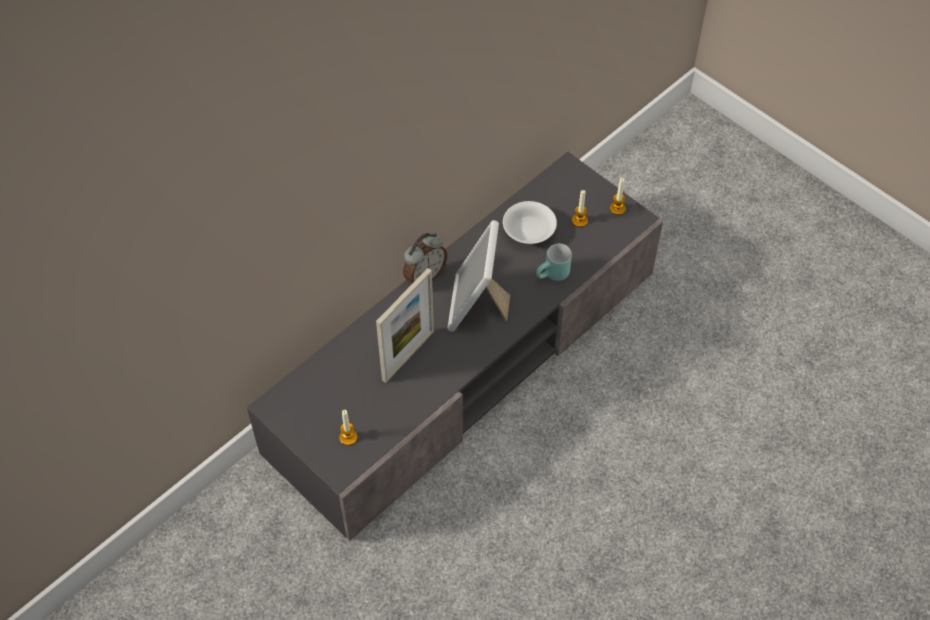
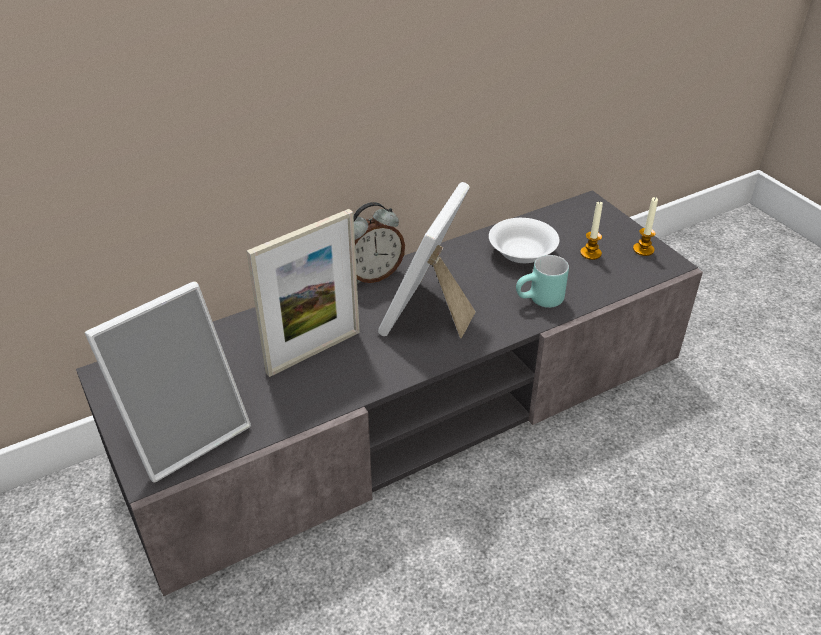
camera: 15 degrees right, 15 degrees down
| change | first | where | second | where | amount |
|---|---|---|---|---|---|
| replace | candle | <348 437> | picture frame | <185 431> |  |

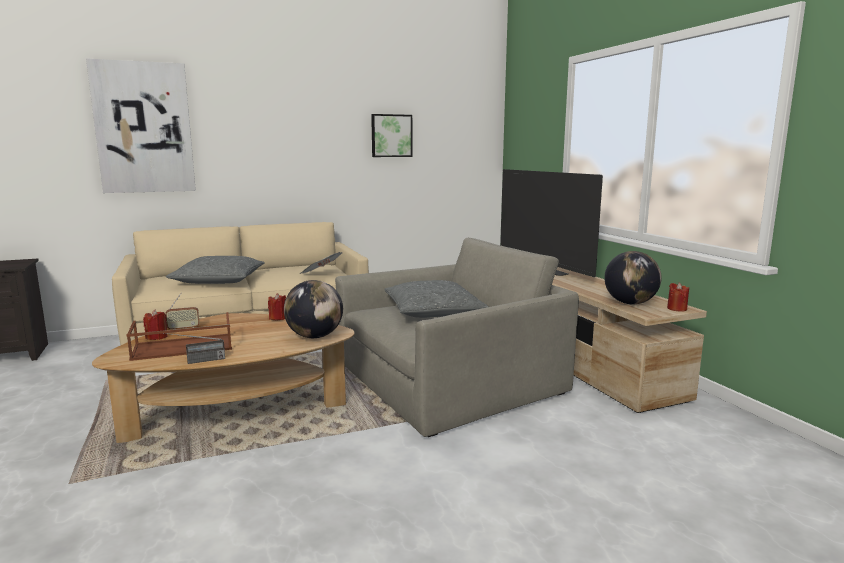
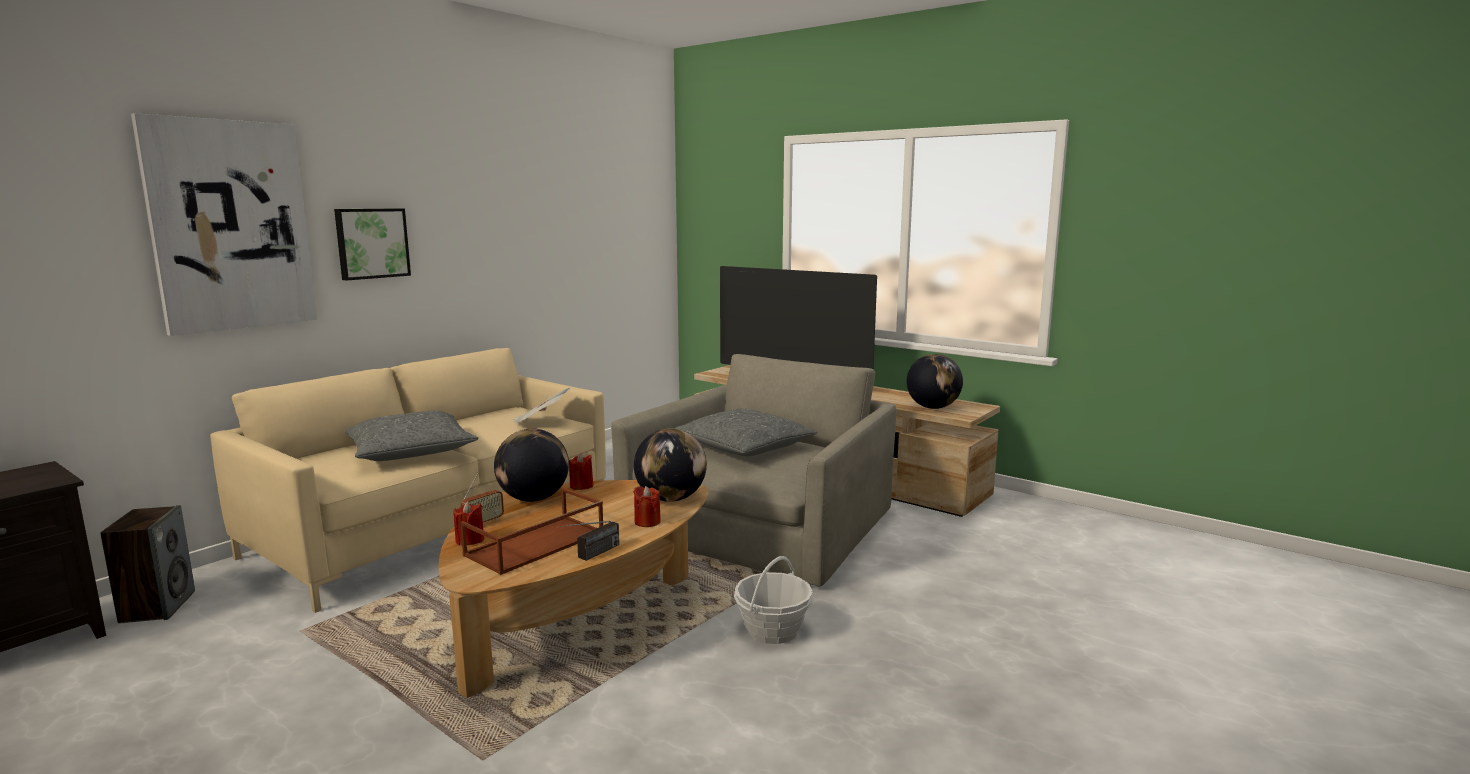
camera: 30 degrees left, 0 degrees up
| change | first | where | second | where | amount |
|---|---|---|---|---|---|
| insert |  |  | speaker | <157 607> |  |
| move | picture | <391 135> |  | <371 243> |  |
| insert |  |  | globe | <533 499> |  |
| move | candle/red | <677 309> |  | <647 522> |  |
| insert |  |  | basket | <772 630> |  |

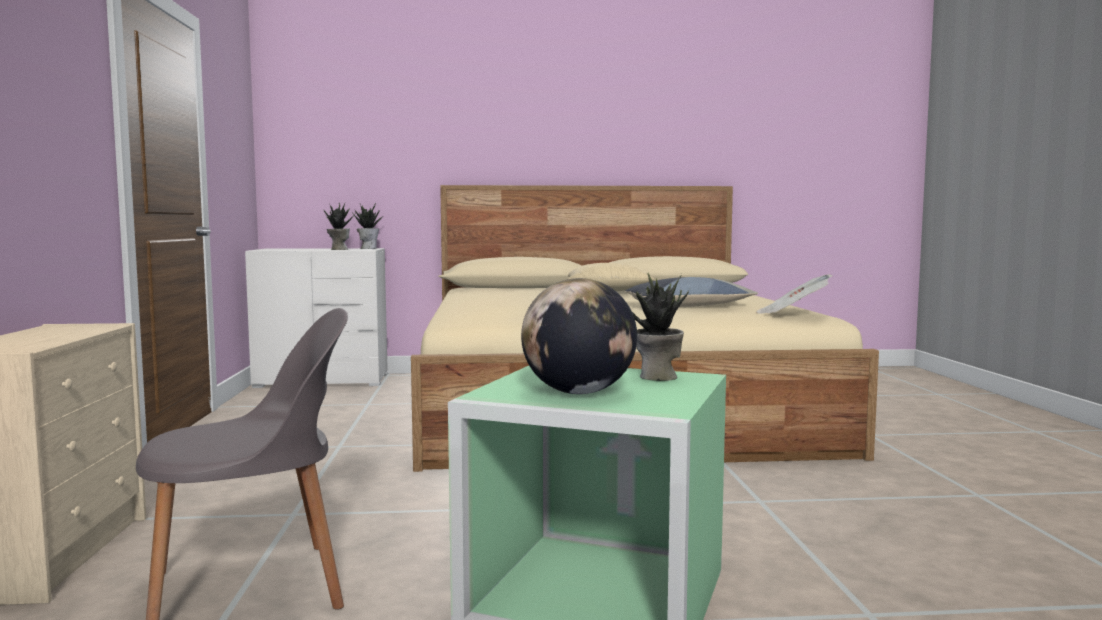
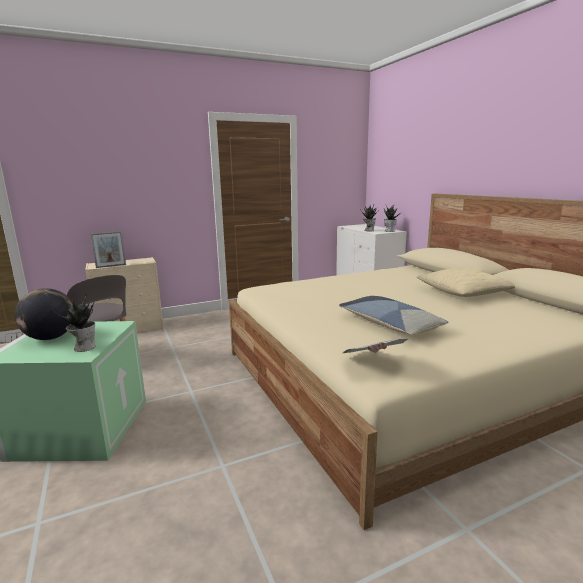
camera: 70 degrees right, 10 degrees up
| change | first | where | second | where | amount |
|---|---|---|---|---|---|
| insert |  |  | picture frame | <111 266> |  |

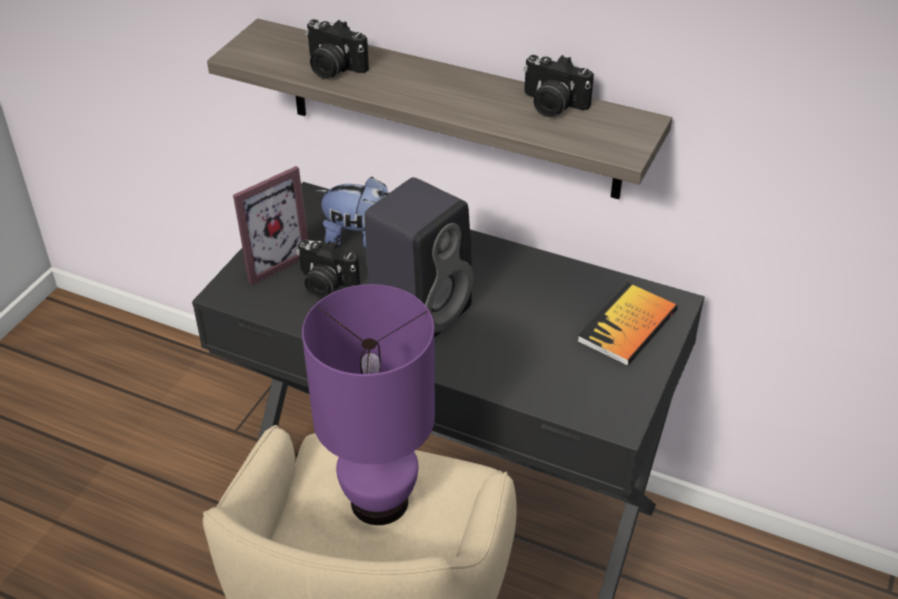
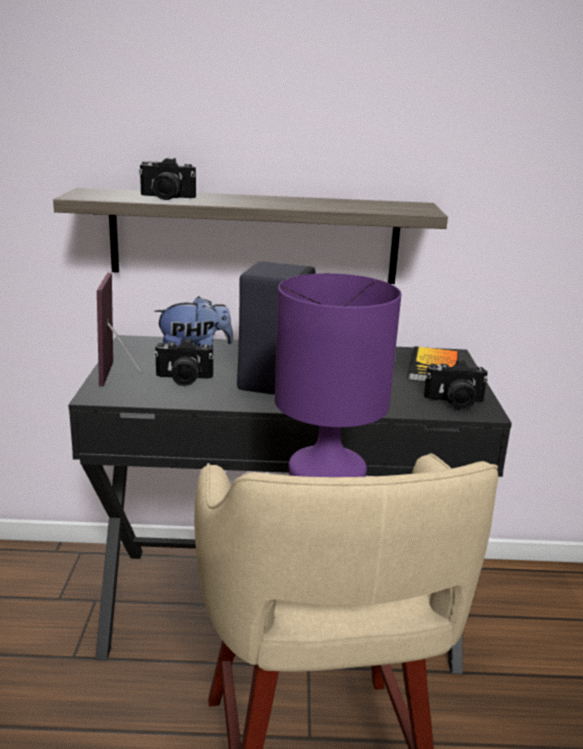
camera: 25 degrees left, 20 degrees down
| change | first | where | second | where | amount |
|---|---|---|---|---|---|
| rotate | picture frame | <269 260> |  | <123 374> | 150 degrees clockwise |
| move | photo camera | <552 105> |  | <454 402> |  |

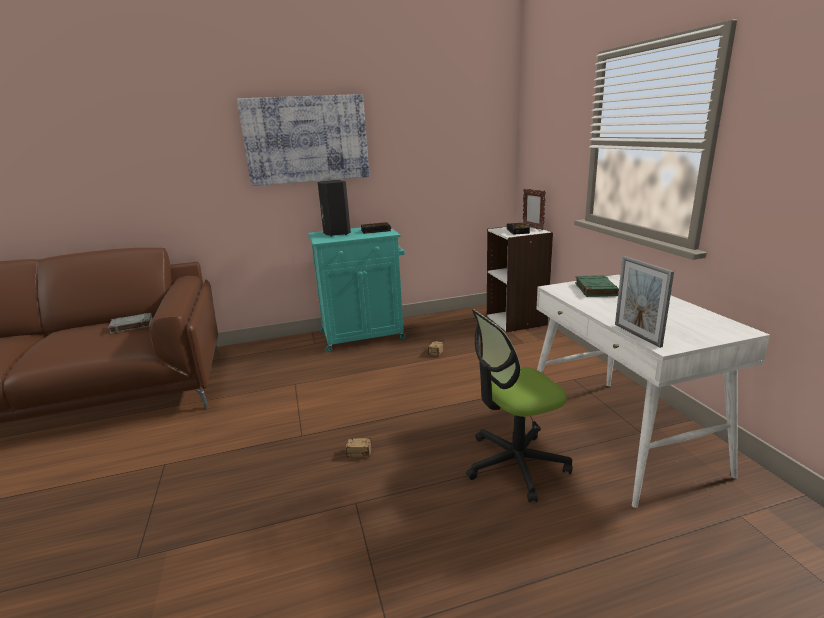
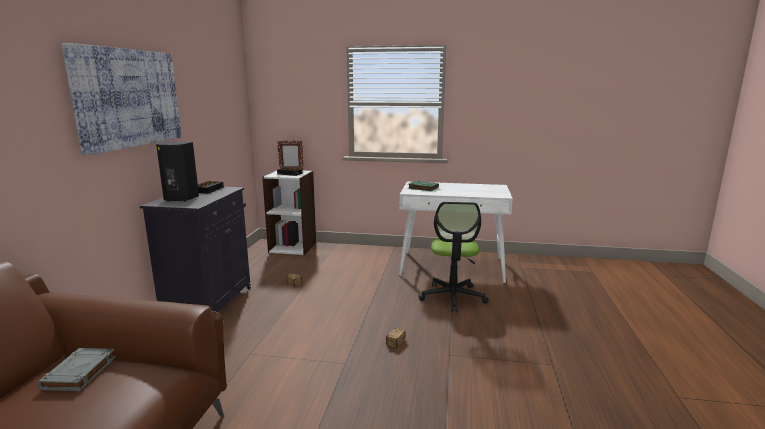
camera: 65 degrees left, 5 degrees down
| change | first | where | second | where | amount |
|---|---|---|---|---|---|
| recolor | cabinet/turquoise | <364 335> | cabinet/black | <209 302> |  |
| delete | picture frame | <637 335> |  |  |  |

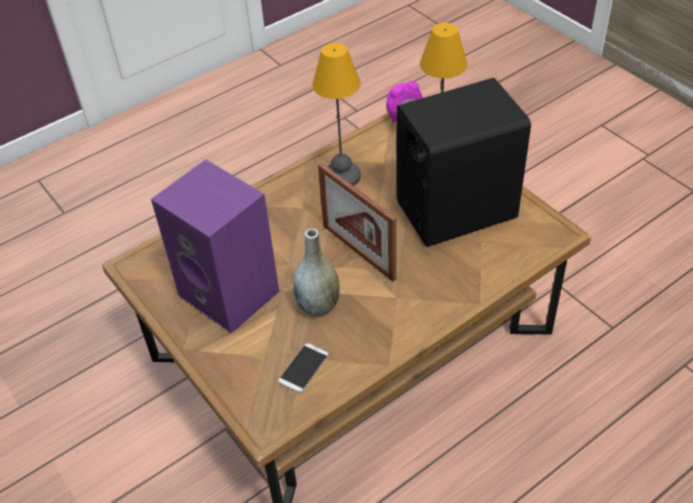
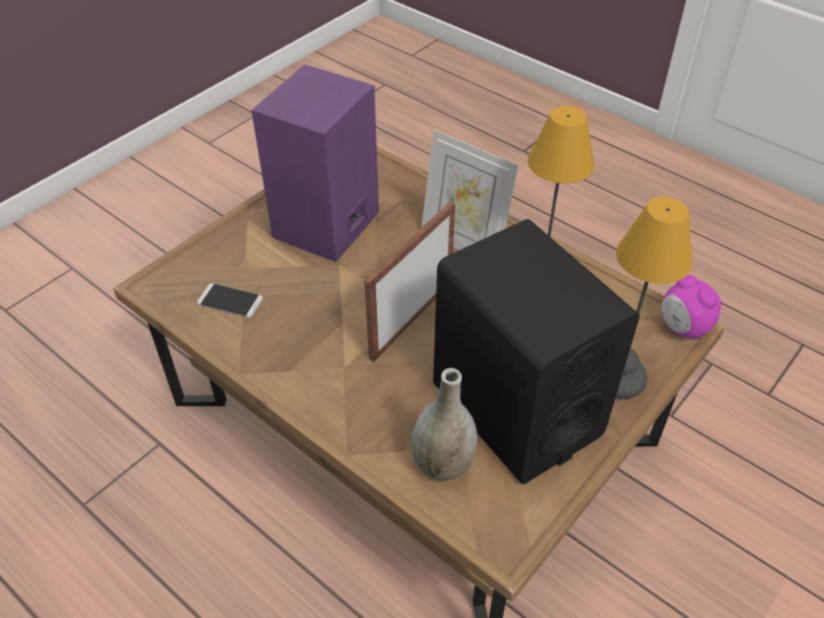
camera: 75 degrees right, 0 degrees up
| change | first | where | second | where | amount |
|---|---|---|---|---|---|
| move | vase/grey | <318 305> |  | <443 464> |  |
| insert |  |  | picture frame | <463 244> |  |

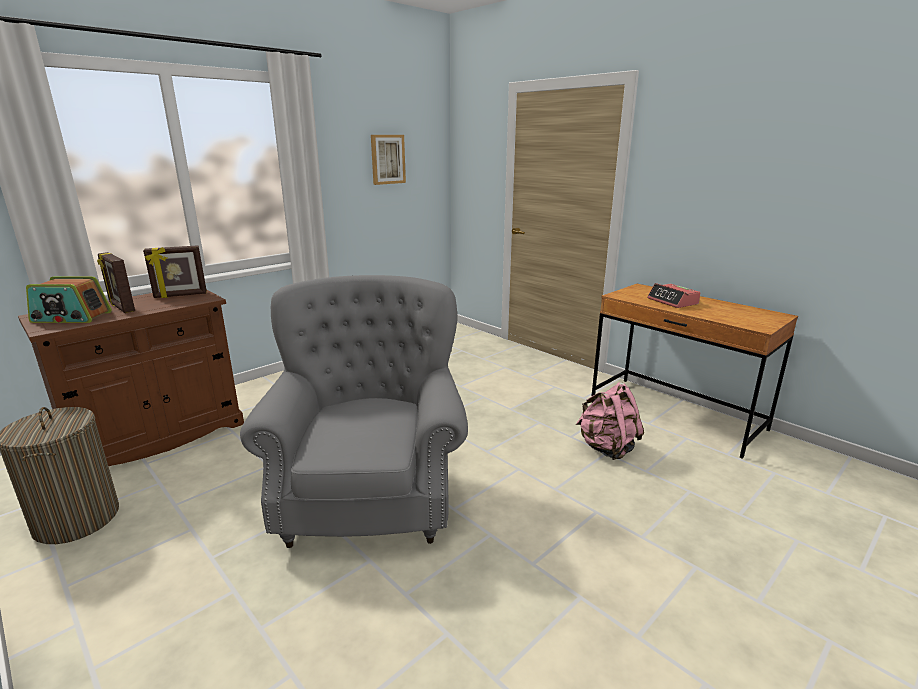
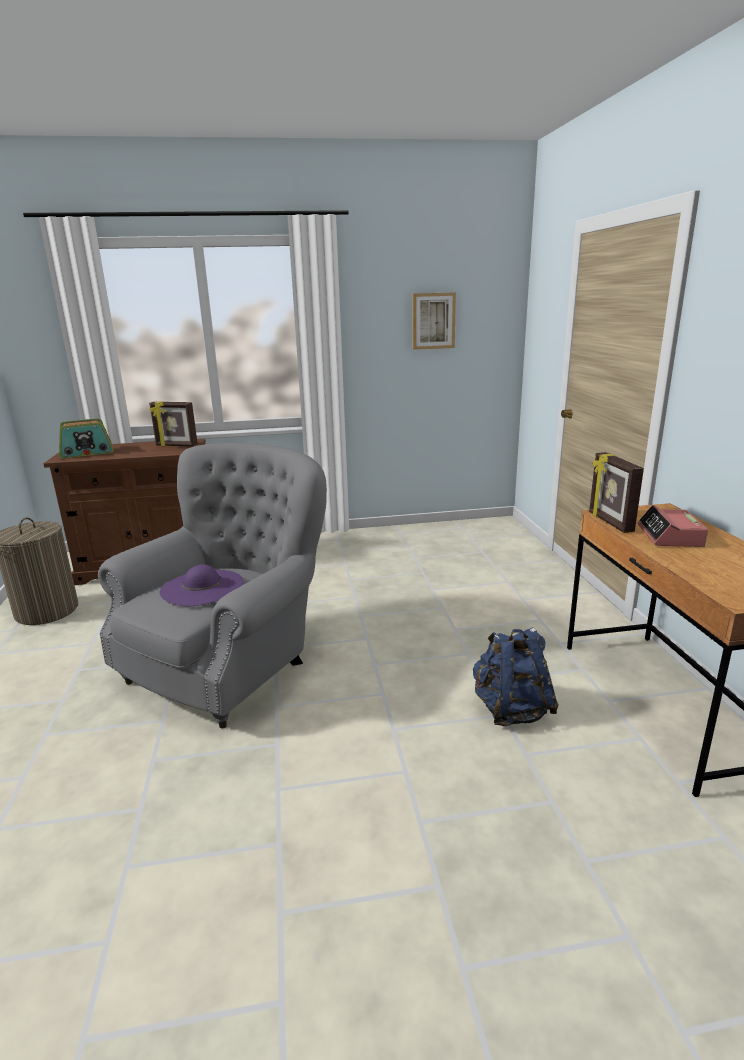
camera: 35 degrees right, 0 degrees up
| change | first | where | second | where | amount |
|---|---|---|---|---|---|
| rotate | radio | <71 317> |  | <87 453> | 60 degrees counterclockwise |
| insert |  |  | hat/purple | <202 587> |  |
| recolor | backpack/pink | <607 448> | backpack/blue | <511 710> |  |
| move | picture frame | <121 307> |  | <609 522> |  |

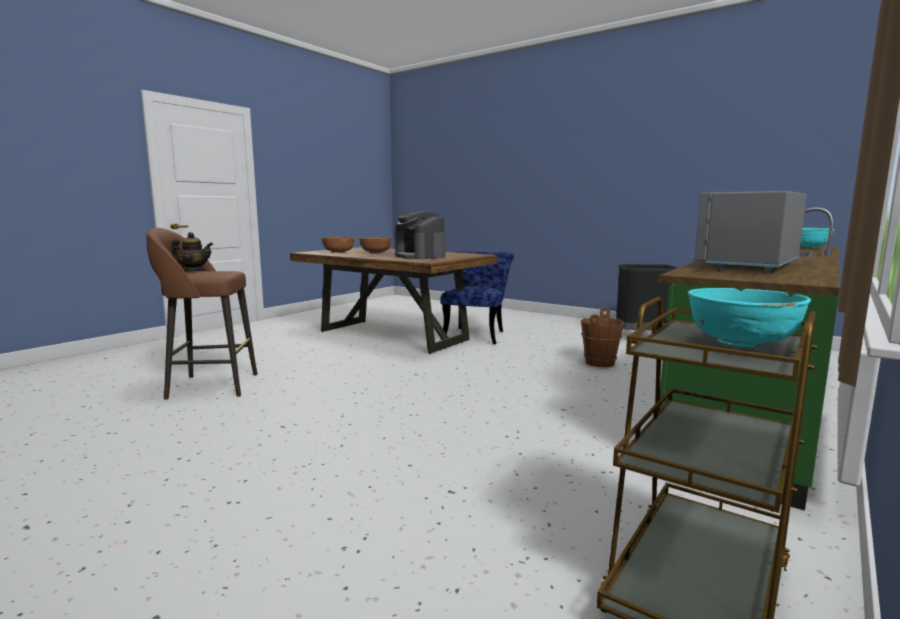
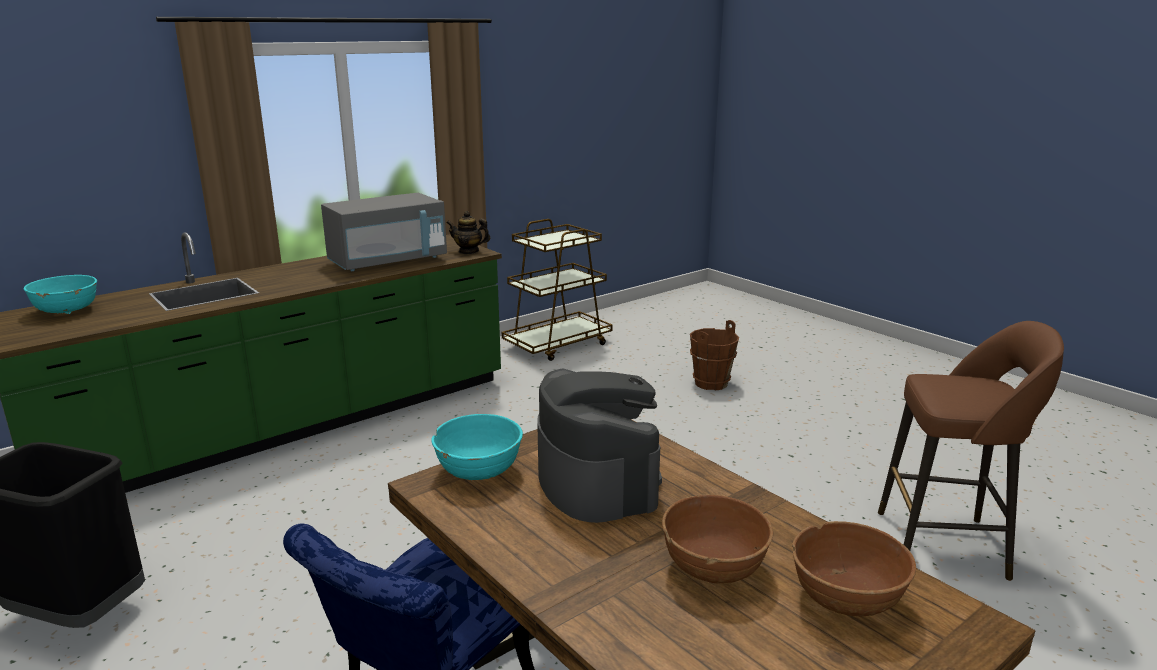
camera: 165 degrees left, 10 degrees up
| change | first | where | second | where | amount |
|---|---|---|---|---|---|
| move | bowl/turquoise | <740 342> |  | <479 470> |  |
| move | teapot | <194 271> |  | <469 251> |  |
| move | bucket/brown | <600 363> |  | <710 383> |  |

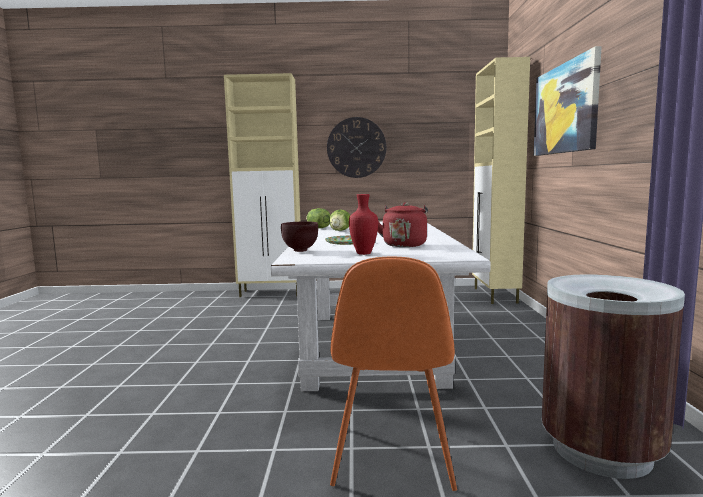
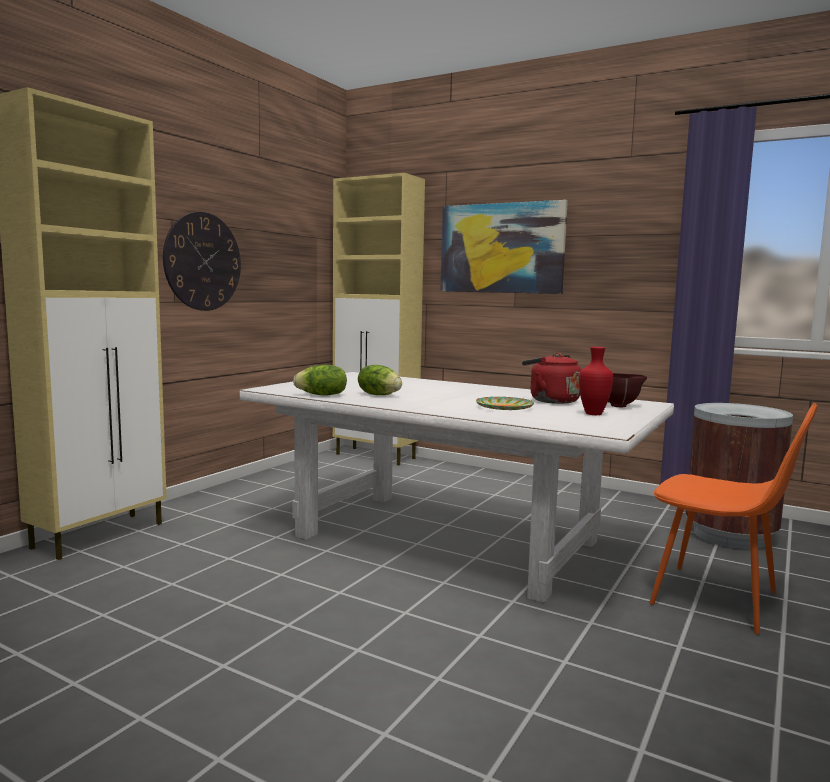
camera: 60 degrees left, 0 degrees up
| change | first | where | second | where | amount |
|---|---|---|---|---|---|
| move | bowl/brown | <301 251> |  | <621 406> |  |

